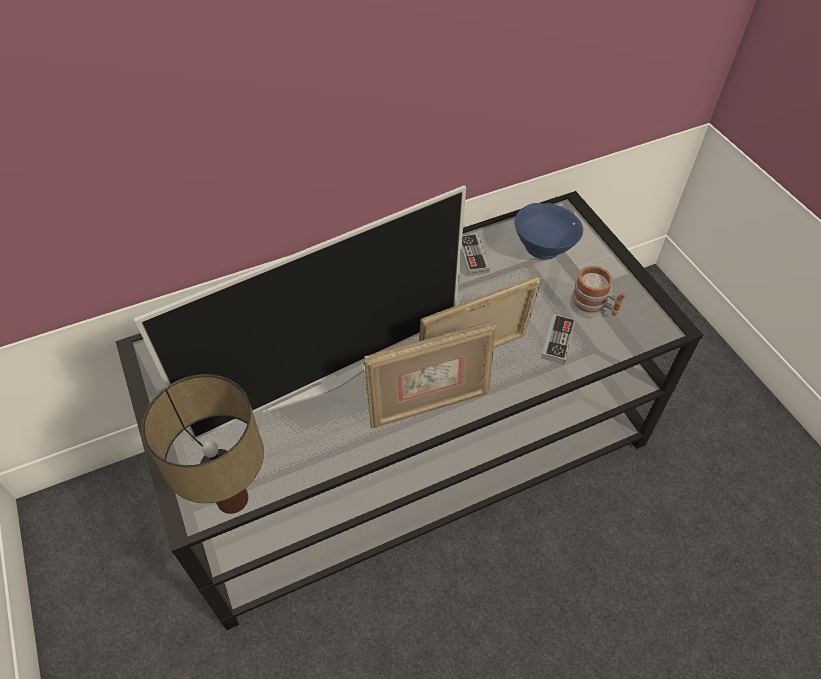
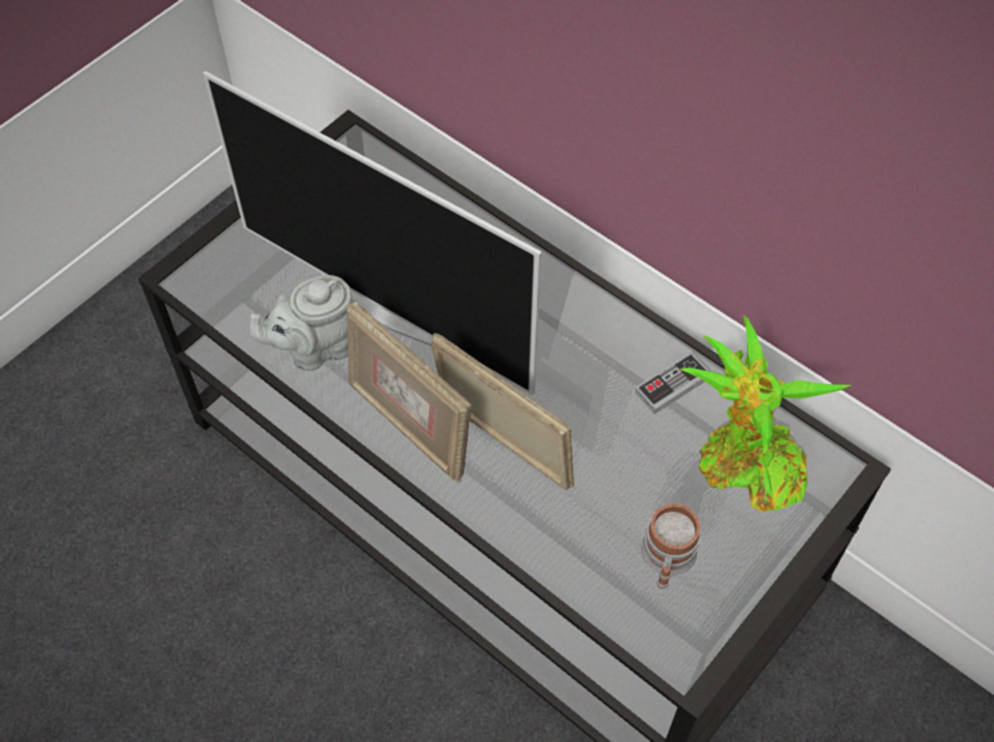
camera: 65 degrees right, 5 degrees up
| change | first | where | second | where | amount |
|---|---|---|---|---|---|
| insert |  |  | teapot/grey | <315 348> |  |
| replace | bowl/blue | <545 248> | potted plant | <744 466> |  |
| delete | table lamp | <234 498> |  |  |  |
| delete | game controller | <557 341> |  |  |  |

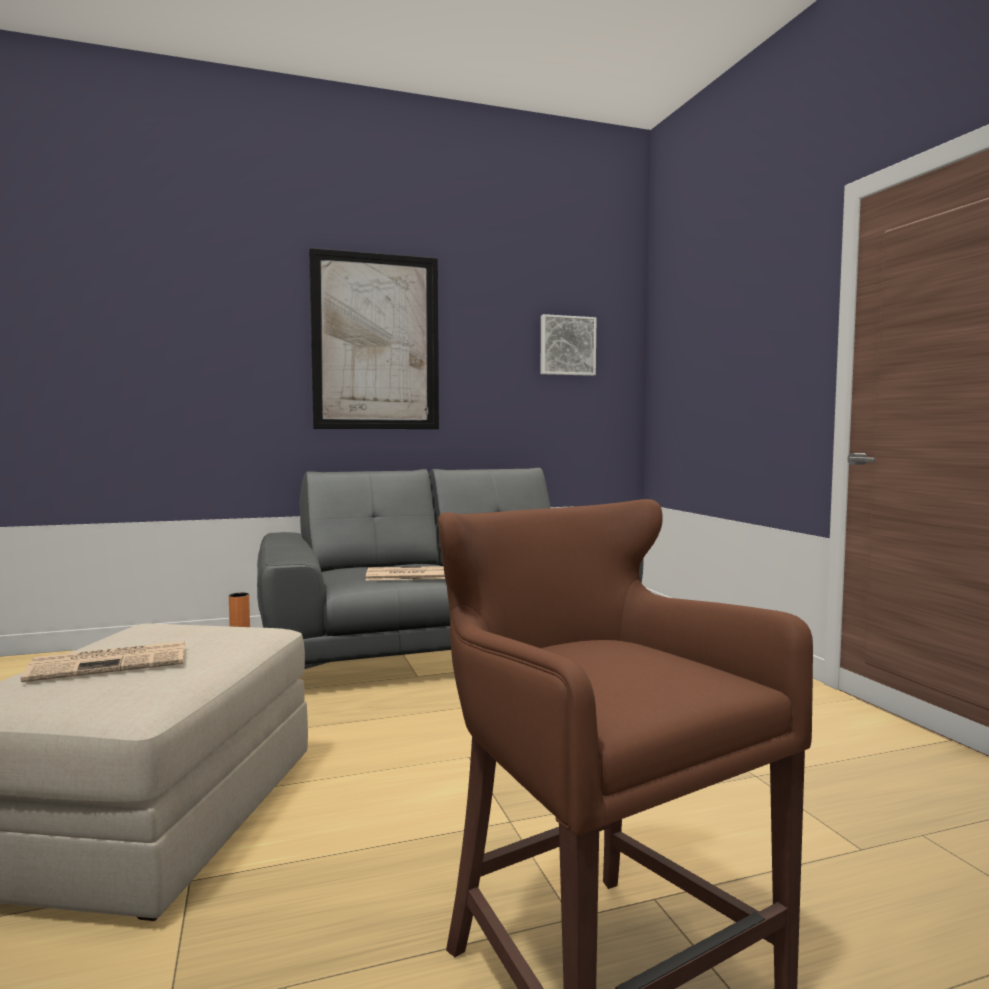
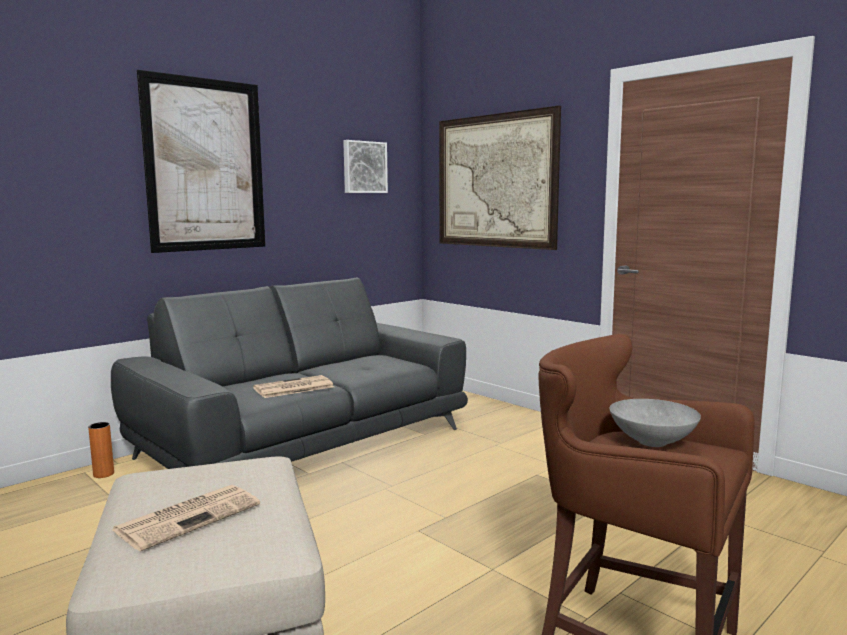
camera: 25 degrees left, 5 degrees up
| change | first | where | second | where | amount |
|---|---|---|---|---|---|
| insert |  |  | picture | <495 181> |  |
| insert |  |  | bowl/grey | <652 441> |  |

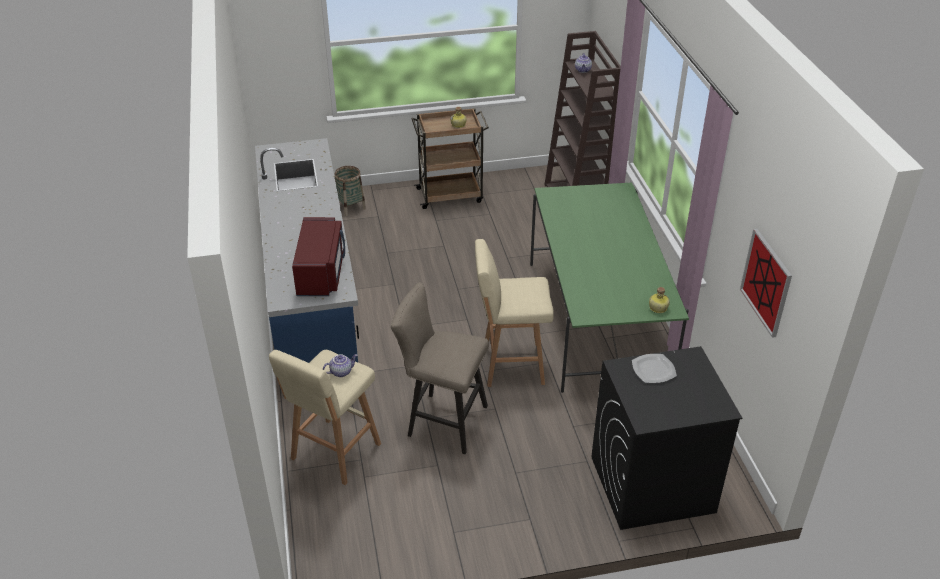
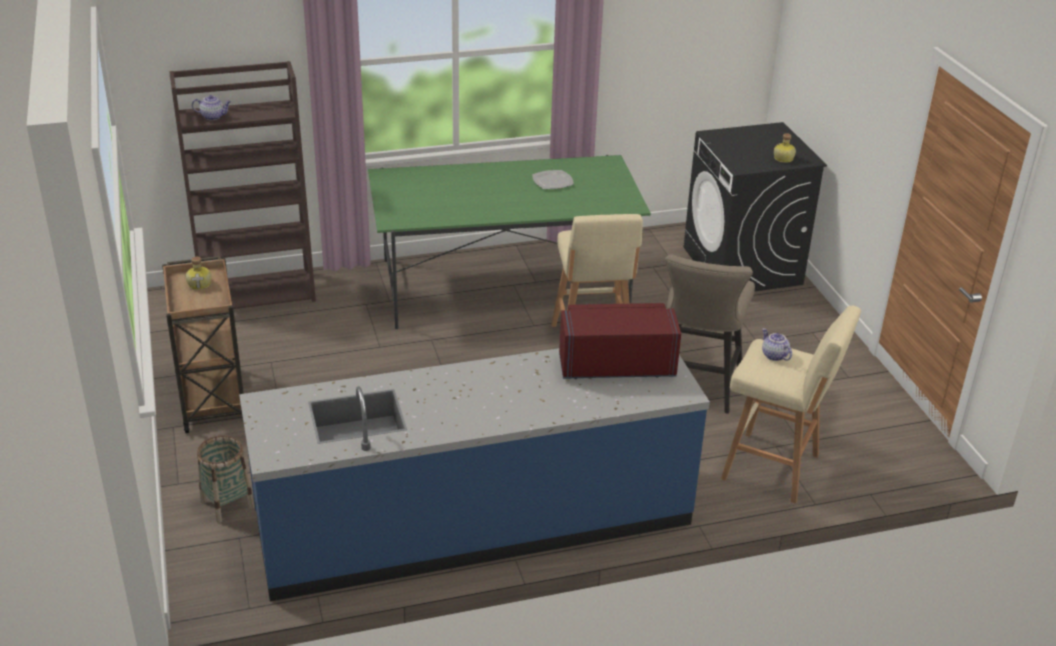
camera: 95 degrees left, 5 degrees down
| change | first | where | second | where | amount |
|---|---|---|---|---|---|
| move | plate | <653 370> |  | <553 181> |  |
| move | bottle | <657 308> |  | <783 159> |  |
| delete | picture | <766 282> |  |  |  |

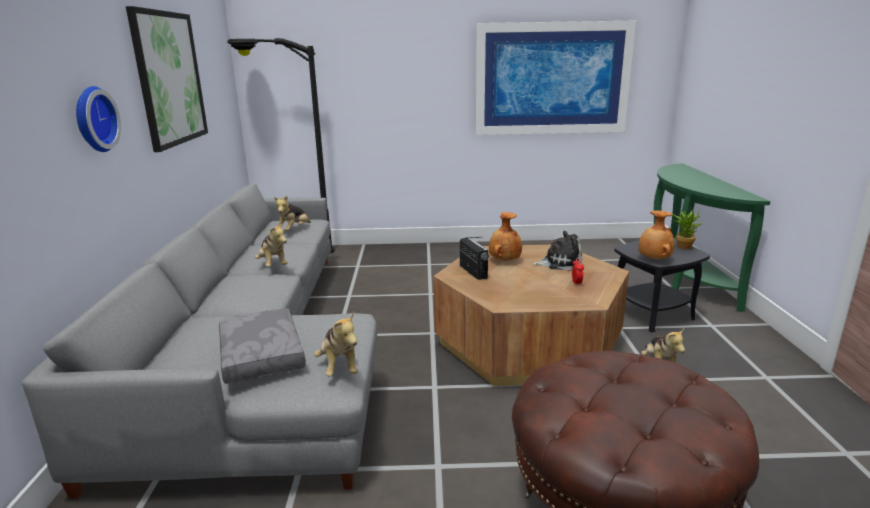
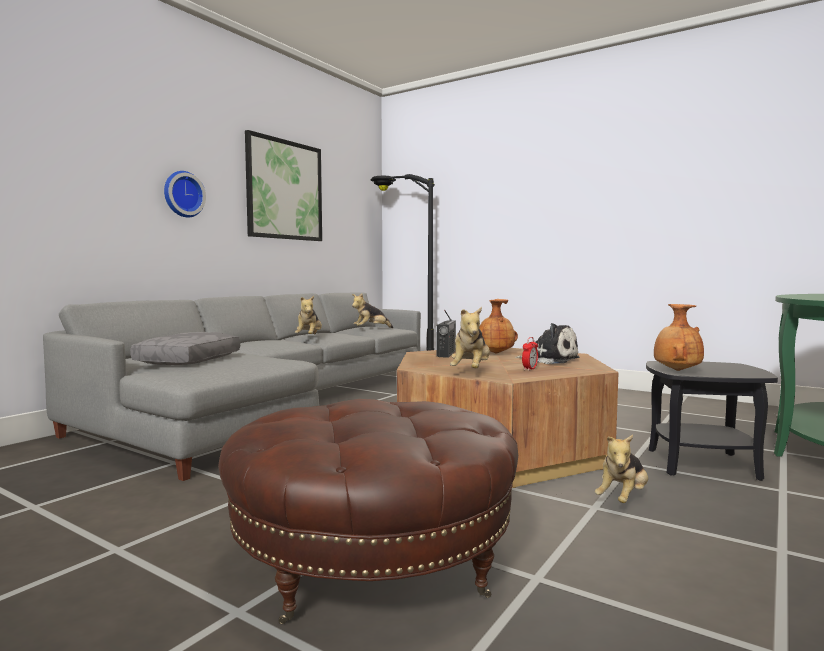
camera: 35 degrees right, 15 degrees down
| change | first | where | second | where | amount |
|---|---|---|---|---|---|
| move | plush toy | <339 367> |  | <471 371> |  |
| delete | picture | <552 79> |  |  |  |
| delete | potted plant | <683 246> |  |  |  |

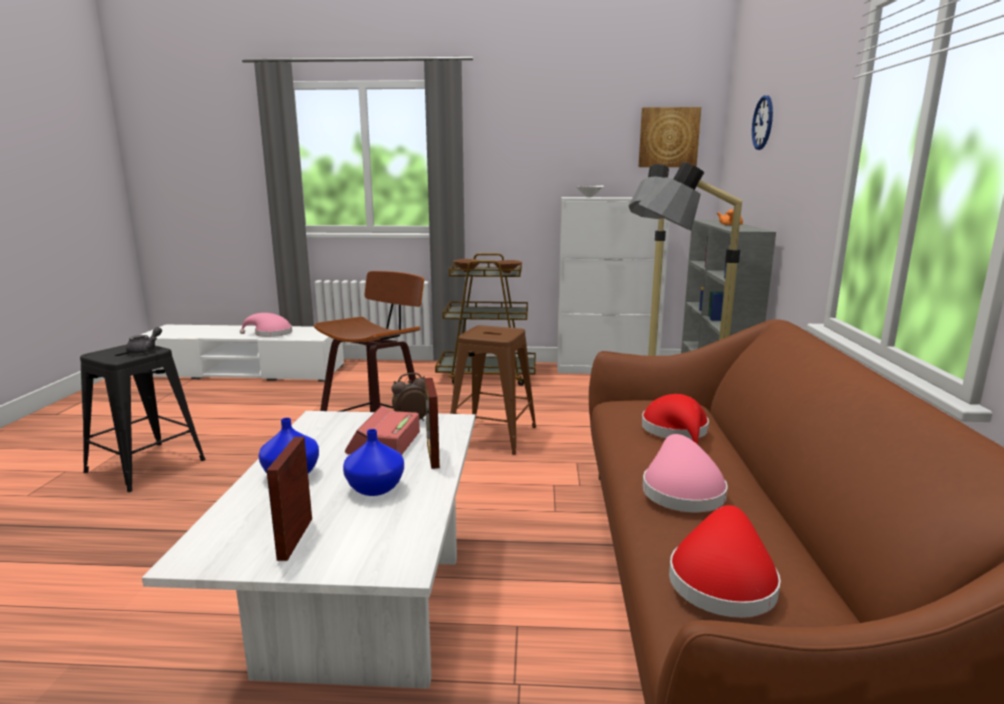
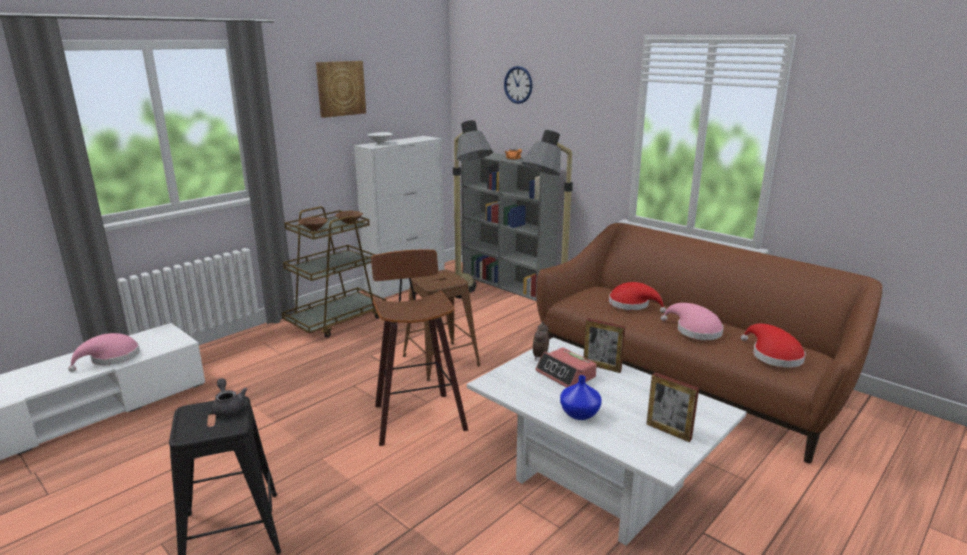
camera: 50 degrees left, 5 degrees up
| change | first | where | second | where | amount |
|---|---|---|---|---|---|
| move | picture | <668 137> |  | <340 88> |  |
| delete | vase/blue | <374 487> |  |  |  |

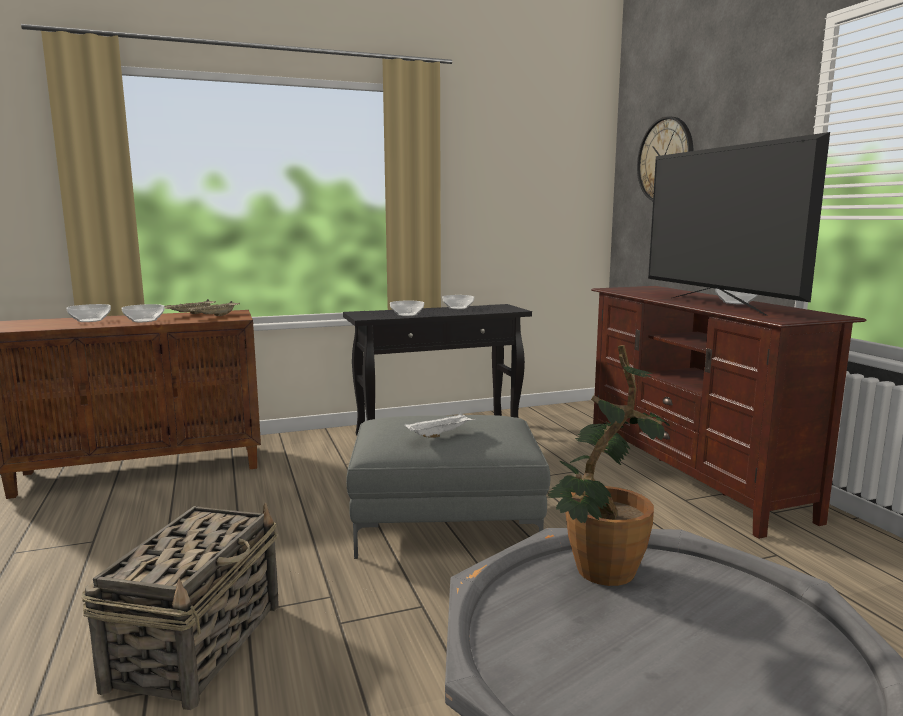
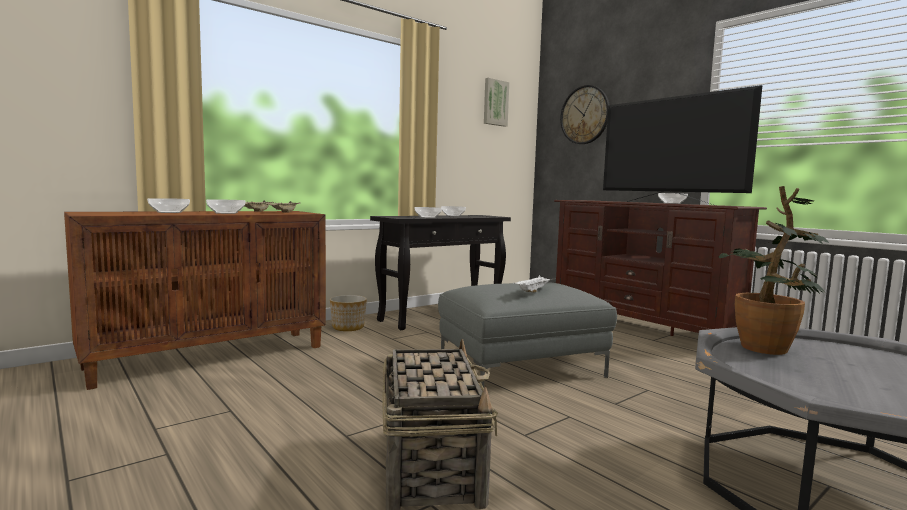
camera: 20 degrees left, 5 degrees down
| change | first | where | second | where | amount |
|---|---|---|---|---|---|
| insert |  |  | planter | <348 327> |  |
| insert |  |  | picture | <495 102> |  |

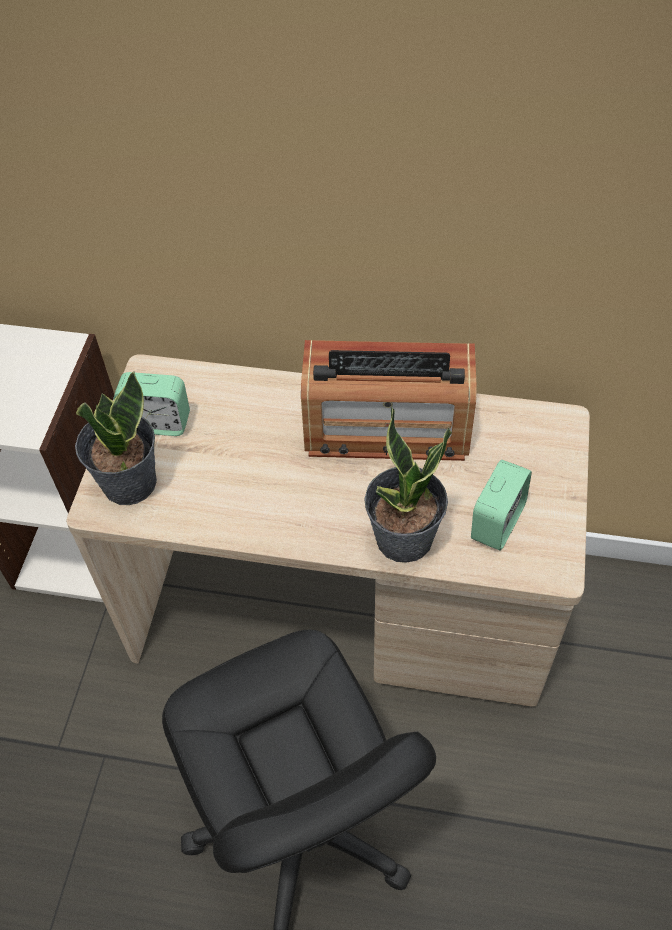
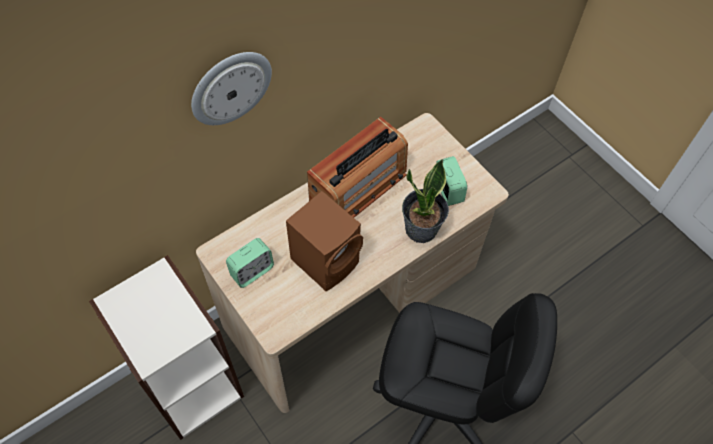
camera: 50 degrees left, 5 degrees up
| change | first | where | second | where | amount |
|---|---|---|---|---|---|
| insert |  |  | wall clock | <230 87> |  |
| insert |  |  | speaker/brown | <327 260> |  |
| delete | potted plant | <128 482> |  |  |  |

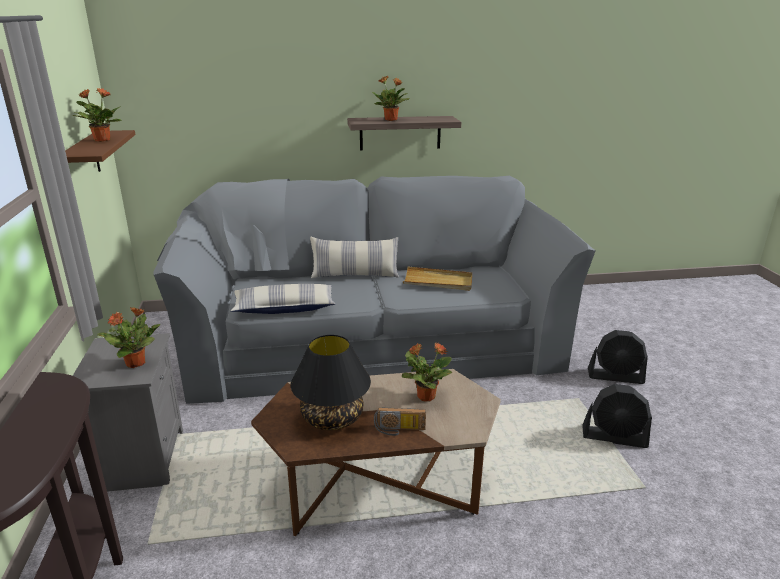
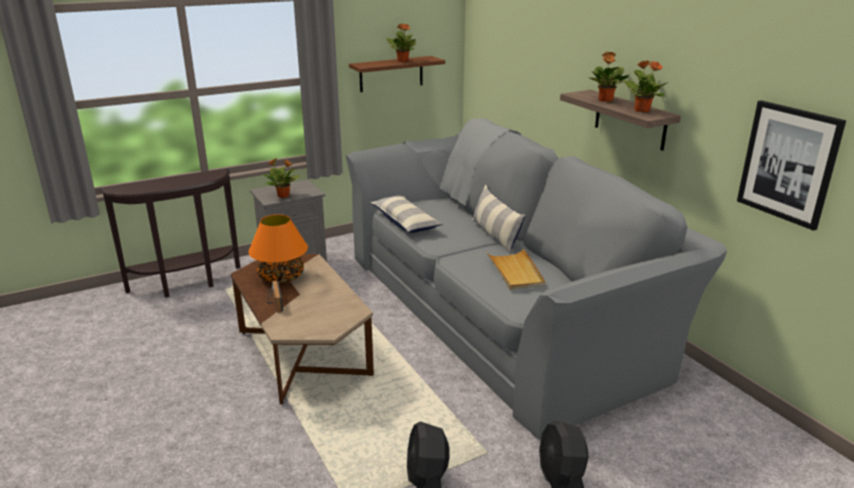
camera: 70 degrees right, 0 degrees up
| change | first | where | second | where | amount |
|---|---|---|---|---|---|
| recolor | table lamp/black | <332 418> | table lamp/orange | <280 277> |  |
| move | potted plant | <425 396> |  | <641 110> |  |
| insert |  |  | picture | <788 163> |  |

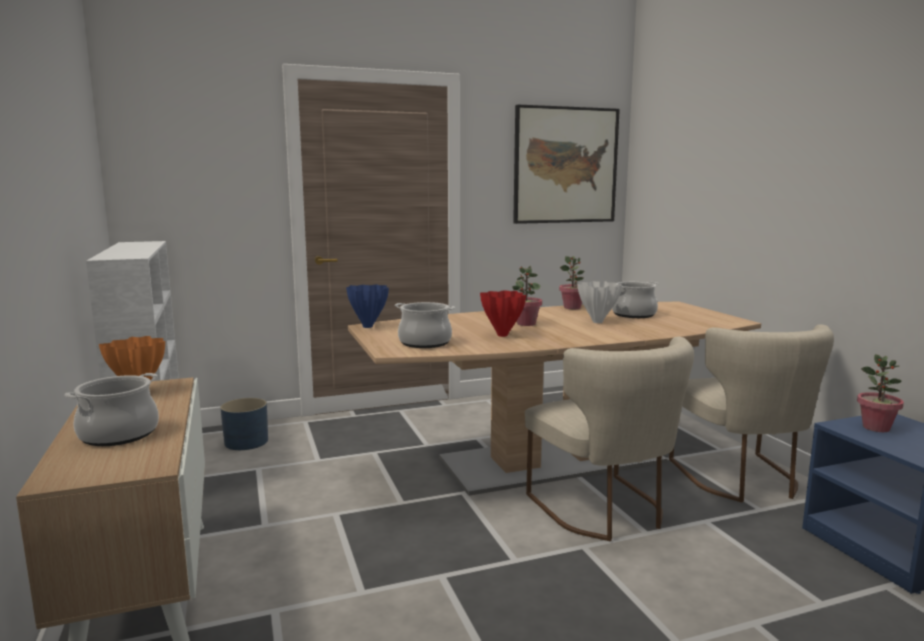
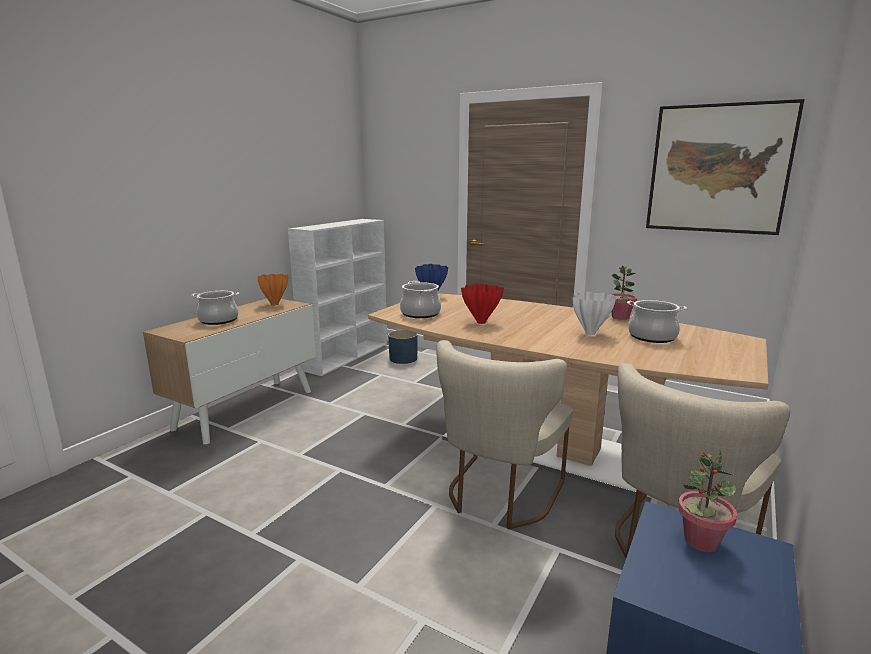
camera: 50 degrees right, 5 degrees up
| change | first | where | second | where | amount |
|---|---|---|---|---|---|
| delete | potted plant | <526 324> |  |  |  |

